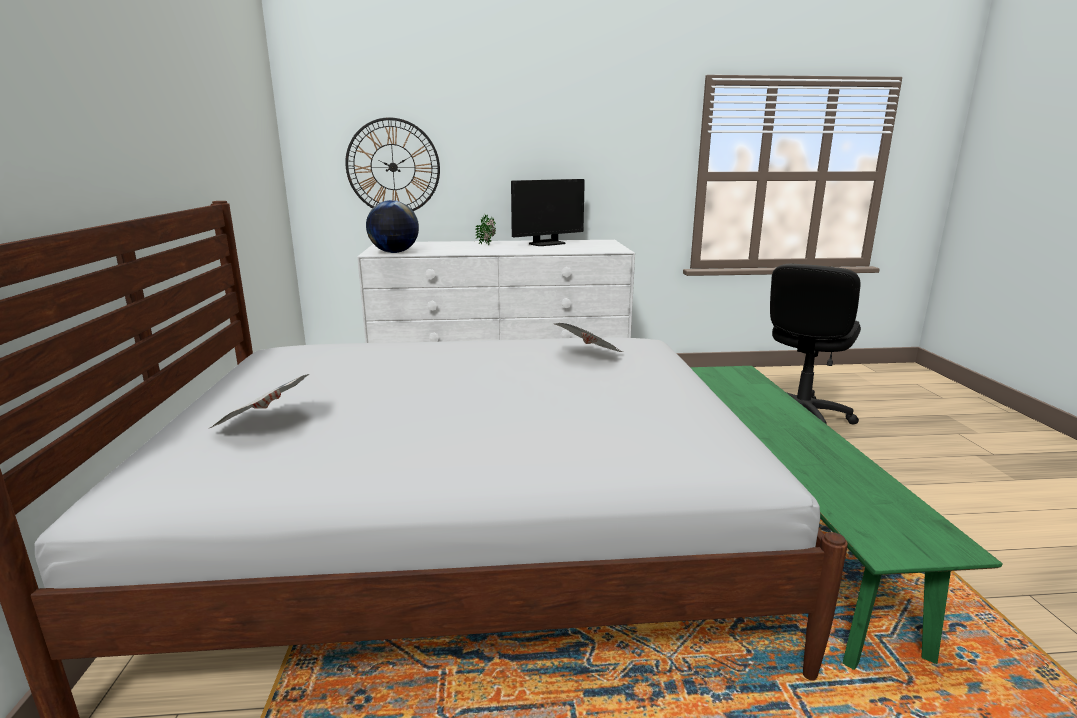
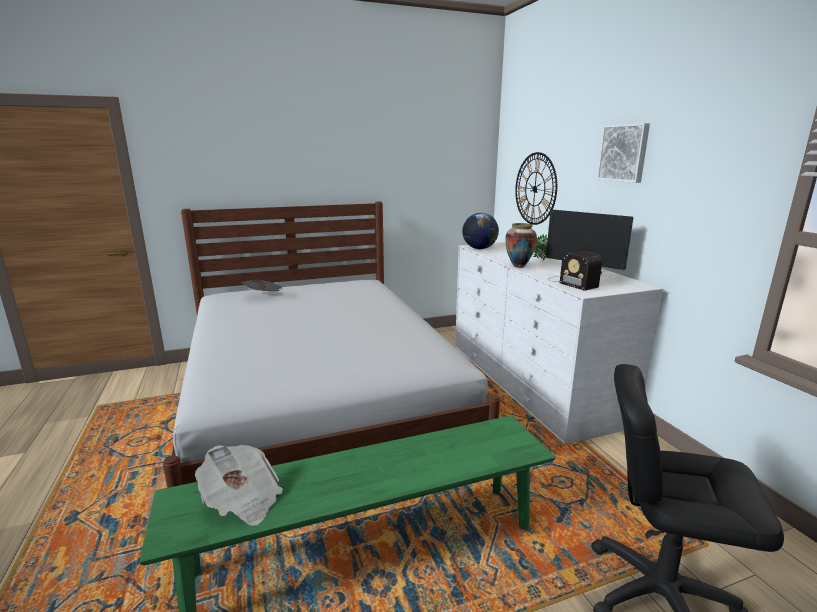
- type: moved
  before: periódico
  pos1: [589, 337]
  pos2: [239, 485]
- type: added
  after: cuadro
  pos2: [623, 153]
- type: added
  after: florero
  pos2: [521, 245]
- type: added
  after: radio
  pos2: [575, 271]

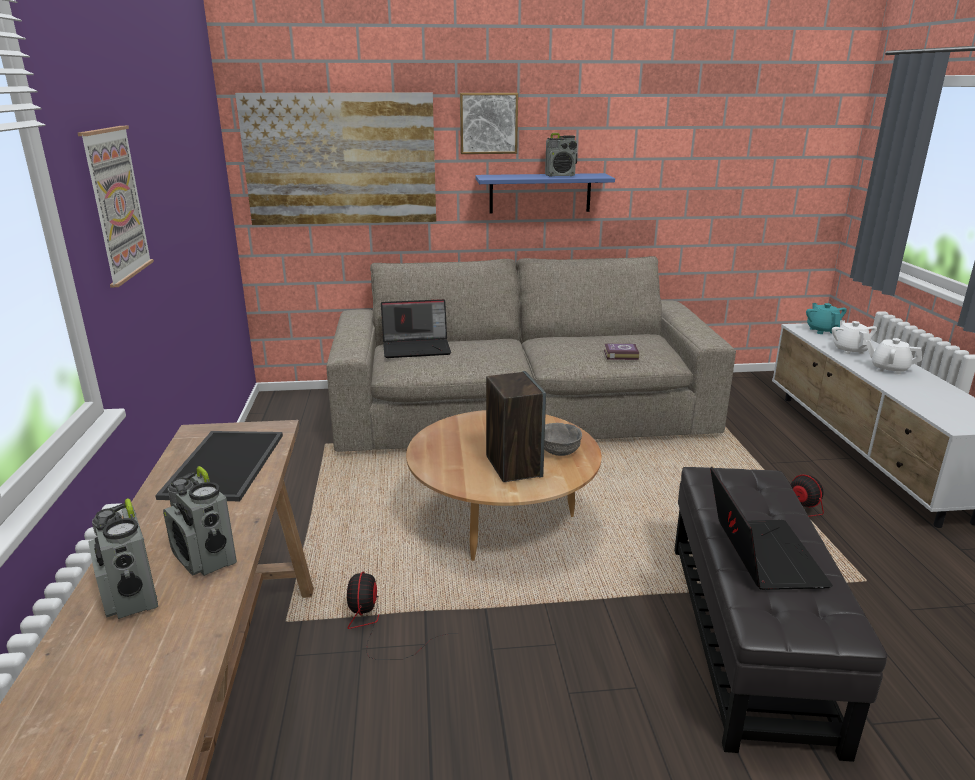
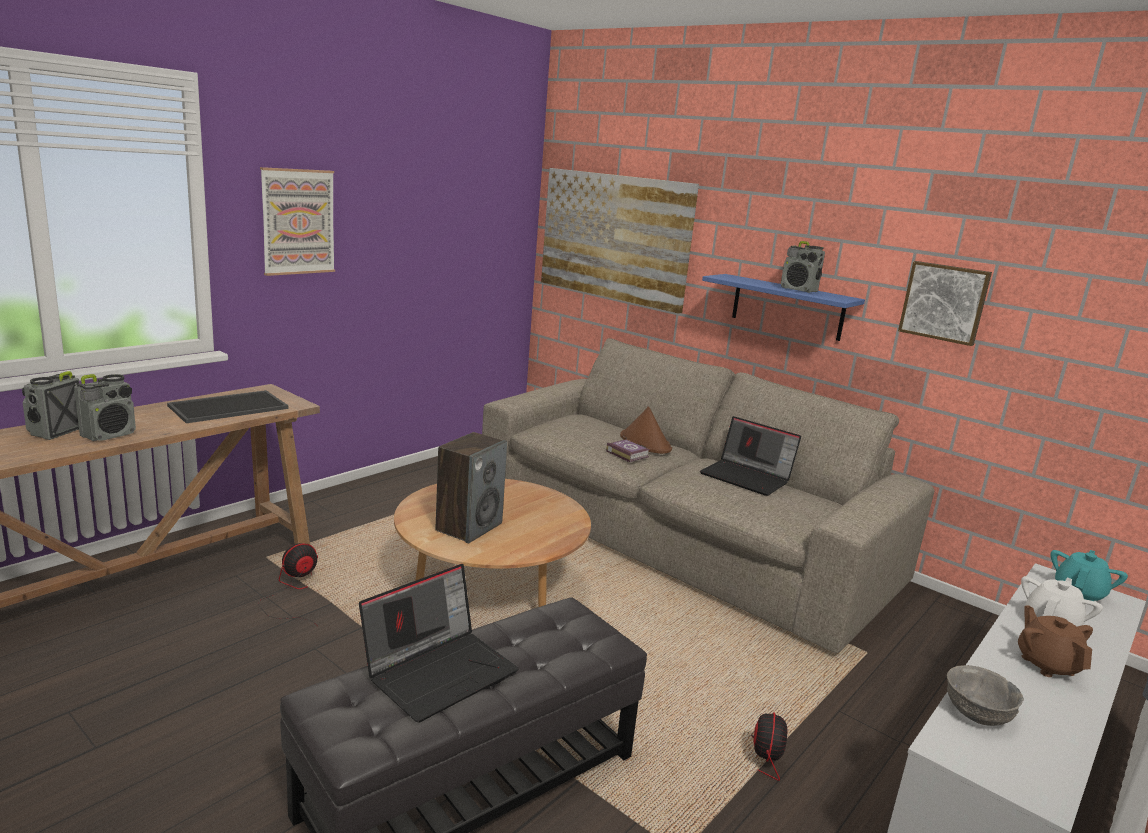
- type: moved
  before: cuadro
  pos1: [489, 123]
  pos2: [945, 303]
- type: moved
  before: portátil
  pos1: [416, 328]
  pos2: [750, 456]
- type: recoloured
  before: tetera [blanco]
  after: tetera [marrón]
  pos1: [894, 356]
  pos2: [1055, 641]
- type: moved
  before: libro
  pos1: [621, 352]
  pos2: [627, 450]
- type: moved
  before: cuenco [gris]
  pos1: [563, 439]
  pos2: [985, 695]
- type: turned
  before: radio
  pos1: [200, 521]
  pos2: [105, 407]
  turn: -150
- type: added
  after: sombrero [marrón]
  pos2: [646, 430]

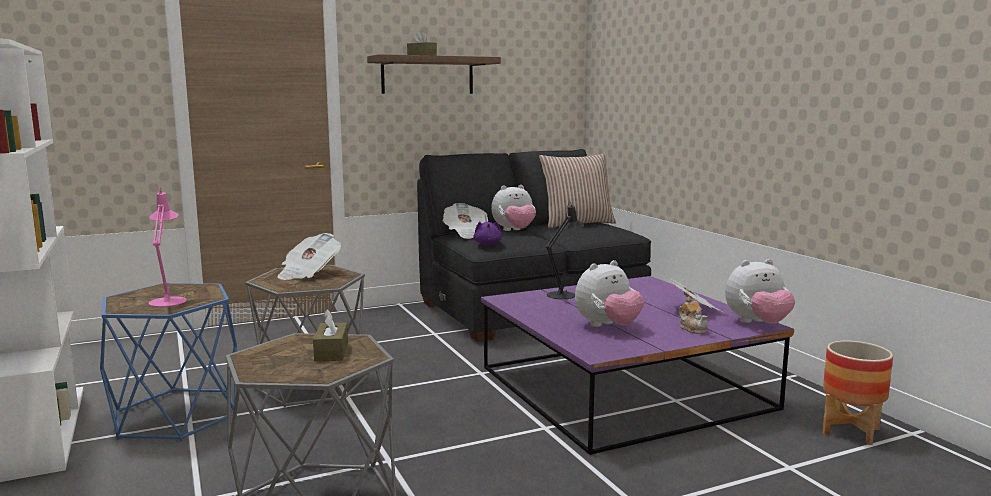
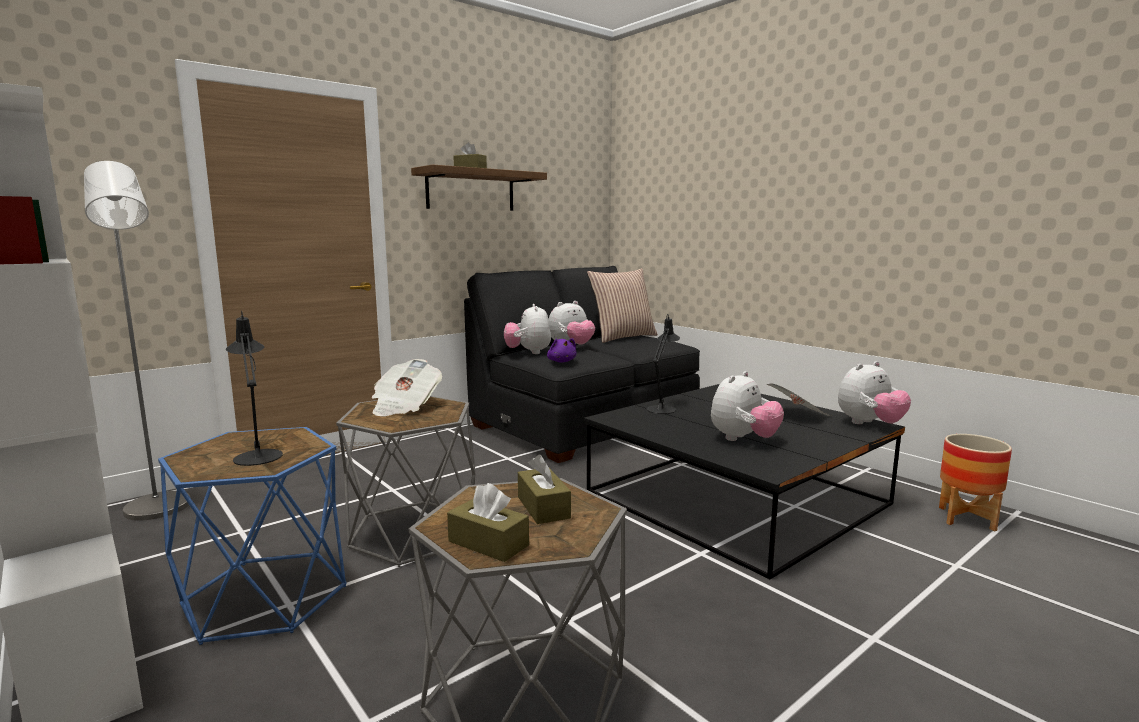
- type: recoloured
  before: lámpara de mesa [rosa]
  after: lámpara de mesa [negro]
  pos1: [168, 247]
  pos2: [254, 388]
- type: replaced
  before: periódico
  after: peluche
  pos1: [465, 221]
  pos2: [527, 329]
- type: recoloured
  before: mesa de centro [morado]
  after: mesa de centro [negro]
  pos1: [637, 365]
  pos2: [744, 481]
- type: removed
  before: tetera
  pos1: [693, 315]
- type: added
  after: lámpara de pie [gris]
  pos2: [137, 341]
- type: added
  after: caja de pañuelos [marrón]
  pos2: [488, 522]

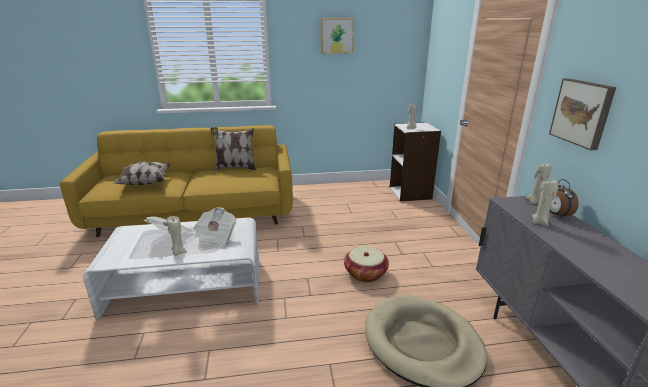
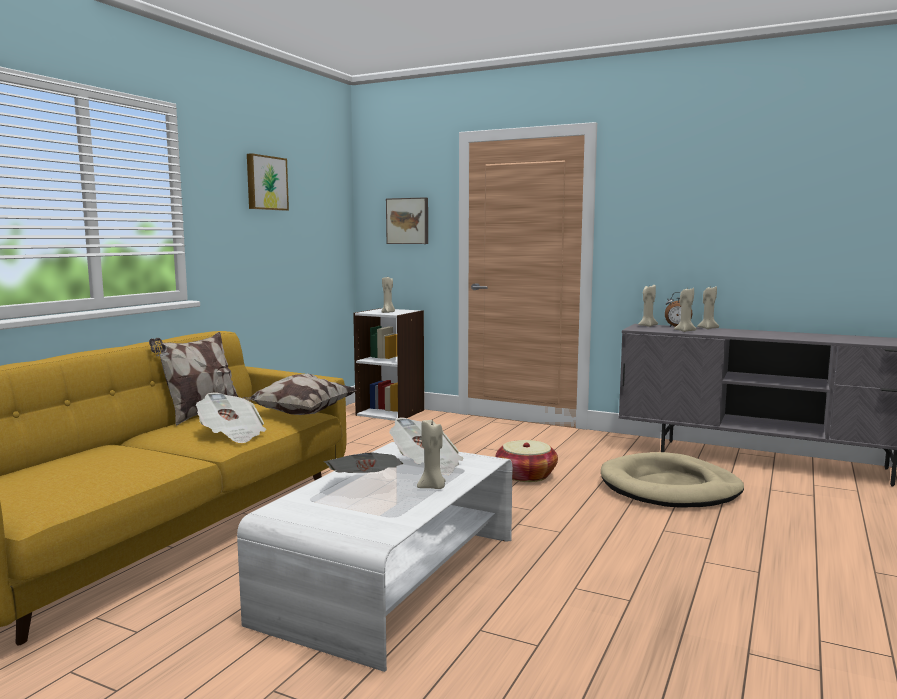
- type: moved
  before: cuadro
  pos1: [582, 114]
  pos2: [407, 220]
- type: moved
  before: cojín
  pos1: [141, 174]
  pos2: [299, 394]
- type: added
  after: vela [beis]
  pos2: [708, 307]
- type: added
  after: periódico
  pos2: [231, 418]

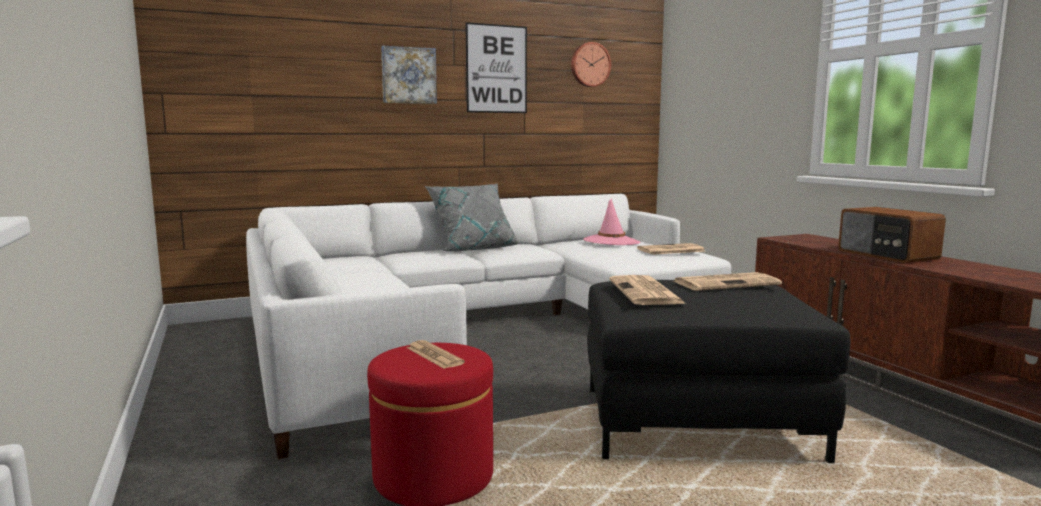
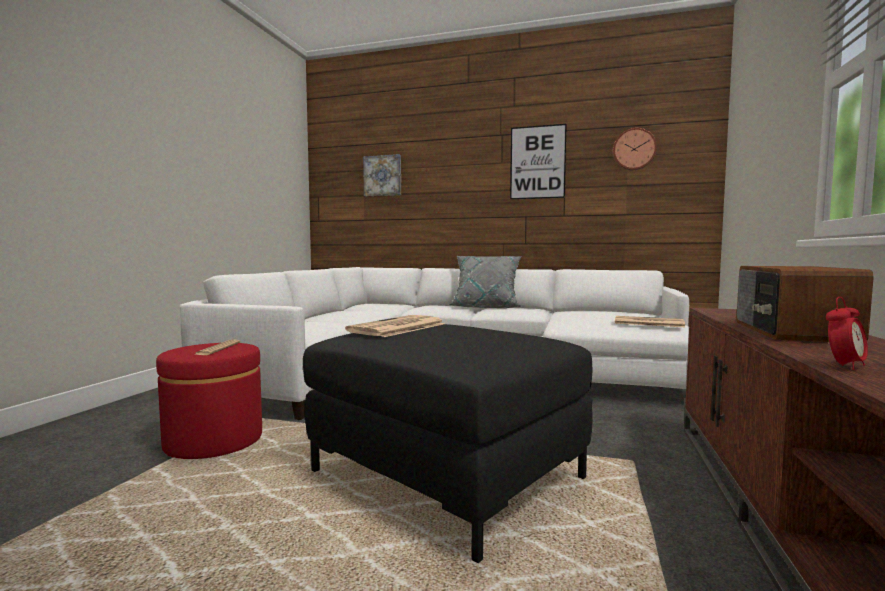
- type: moved
  before: cuadro
  pos1: [409, 75]
  pos2: [382, 175]
- type: removed
  before: sombrero [rosa]
  pos1: [611, 221]
- type: removed
  before: periódico
  pos1: [728, 281]
- type: added
  after: despertador
  pos2: [847, 333]

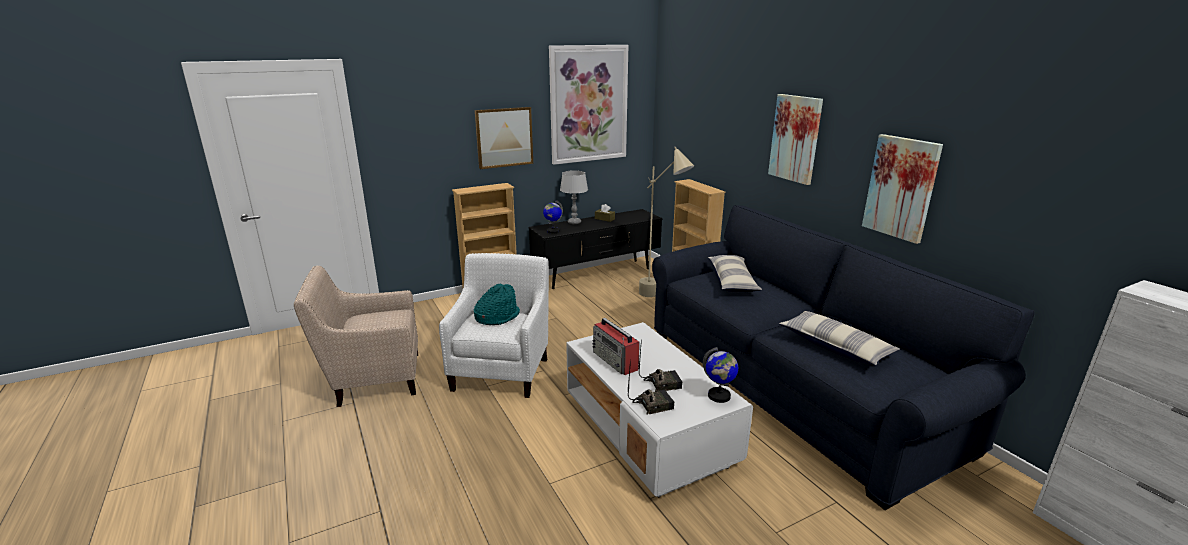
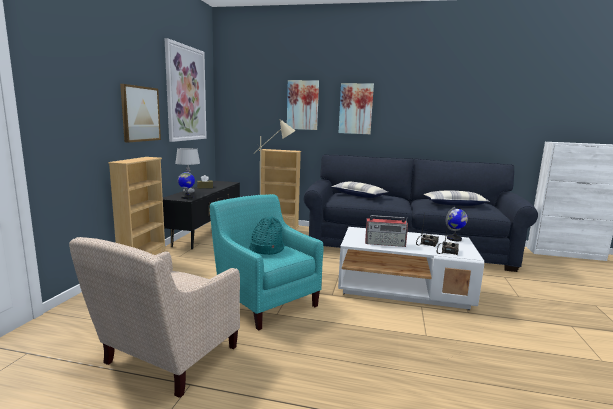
- type: moved
  before: cuadro
  pos1: [902, 189]
  pos2: [303, 105]
- type: recoloured
  before: sillón [blanco]
  after: sillón [turquesa]
  pos1: [494, 325]
  pos2: [266, 262]

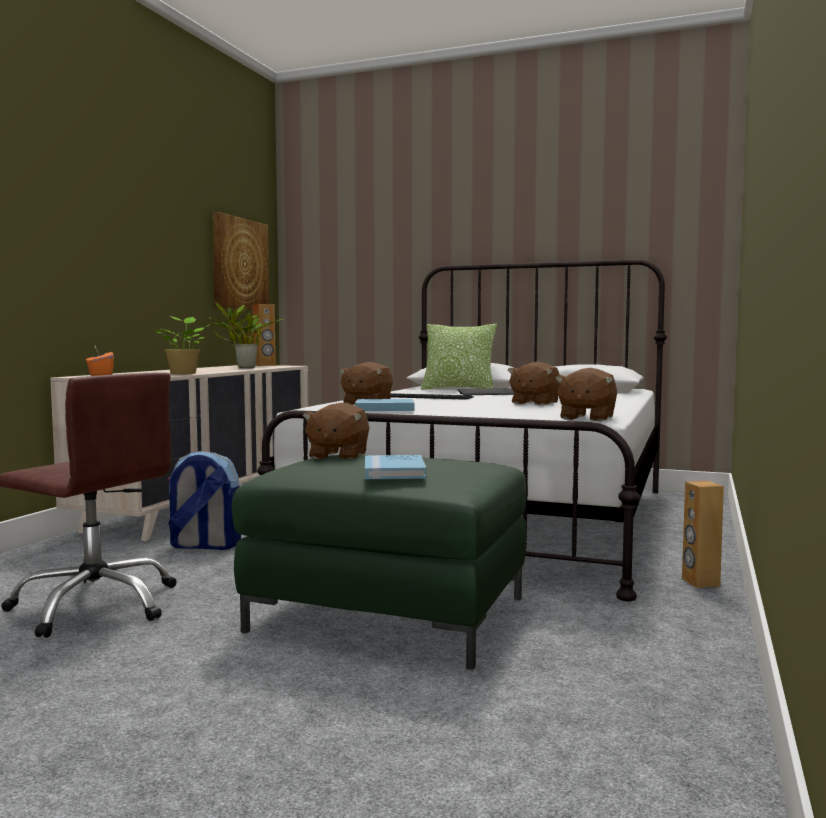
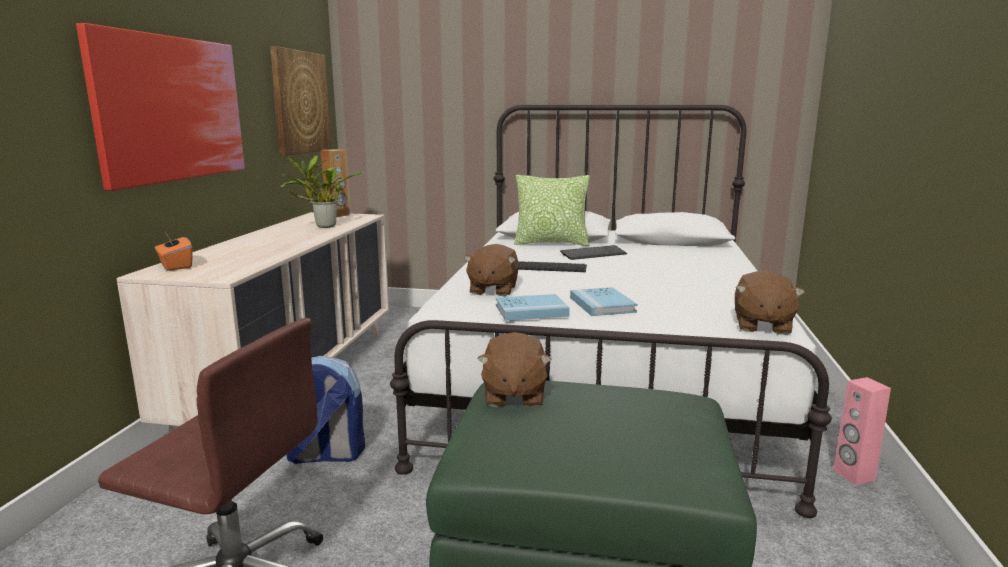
- type: removed
  before: planta en maceta
  pos1: [180, 345]
- type: removed
  before: peluche [marrón]
  pos1: [534, 383]
- type: moved
  before: libro [azul]
  pos1: [396, 467]
  pos2: [603, 301]
- type: recoloured
  before: altavoz [marrón]
  after: altavoz [rosa]
  pos1: [703, 534]
  pos2: [862, 431]
- type: added
  after: cuadro
  pos2: [160, 107]

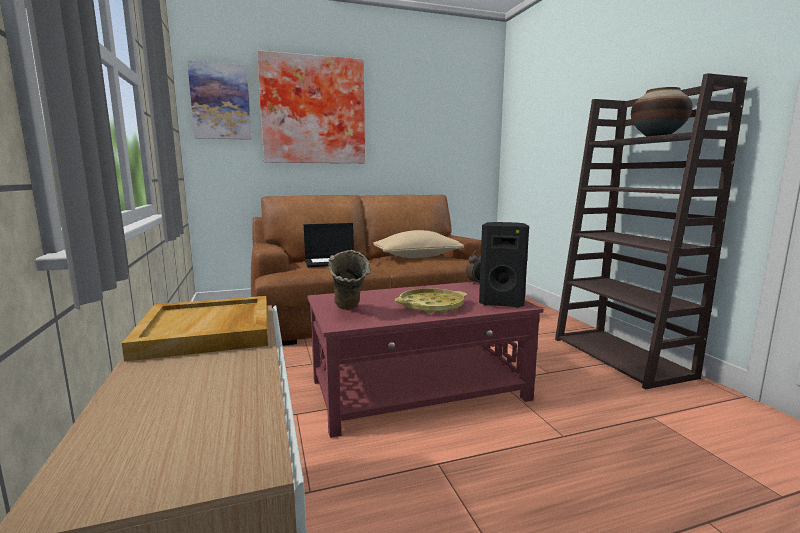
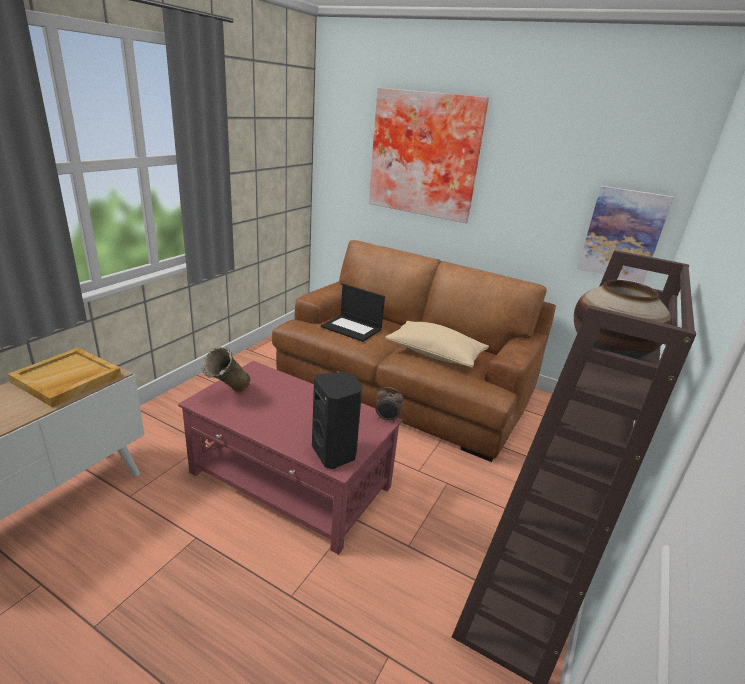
- type: moved
  before: cuadro
  pos1: [219, 100]
  pos2: [625, 234]
- type: removed
  before: bandeja [amarillo]
  pos1: [431, 300]

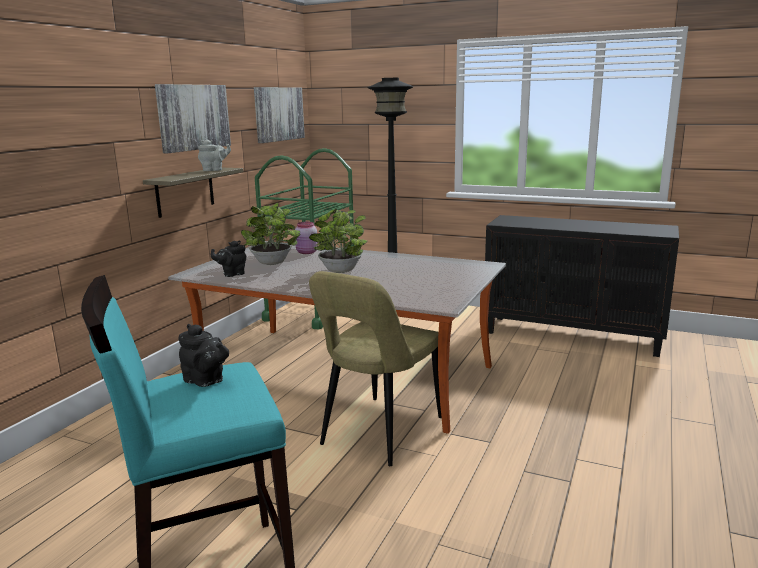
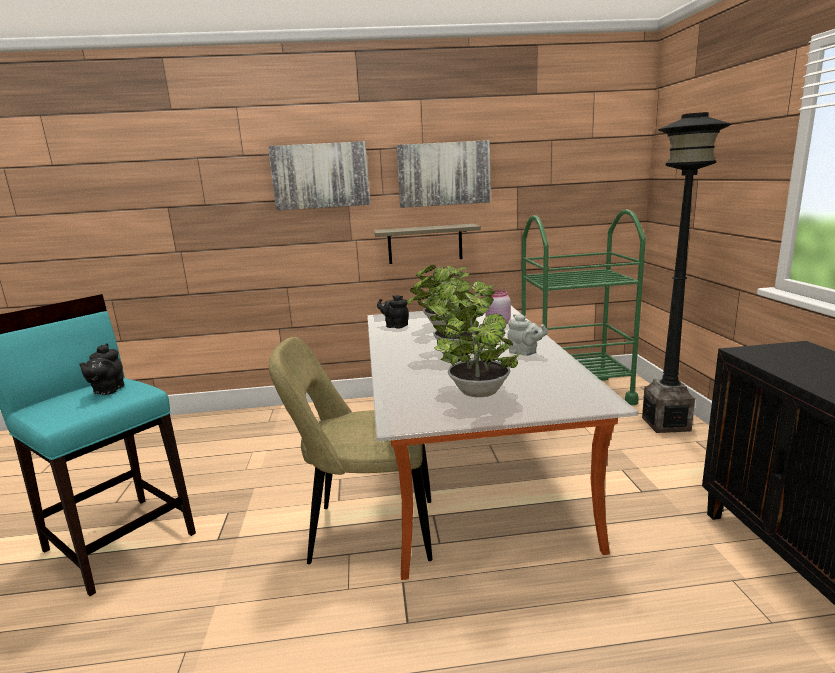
- type: moved
  before: cuadro
  pos1: [279, 115]
  pos2: [319, 175]
- type: moved
  before: tetera [gris]
  pos1: [214, 155]
  pos2: [527, 335]
- type: added
  after: planta en maceta
  pos2: [477, 344]

